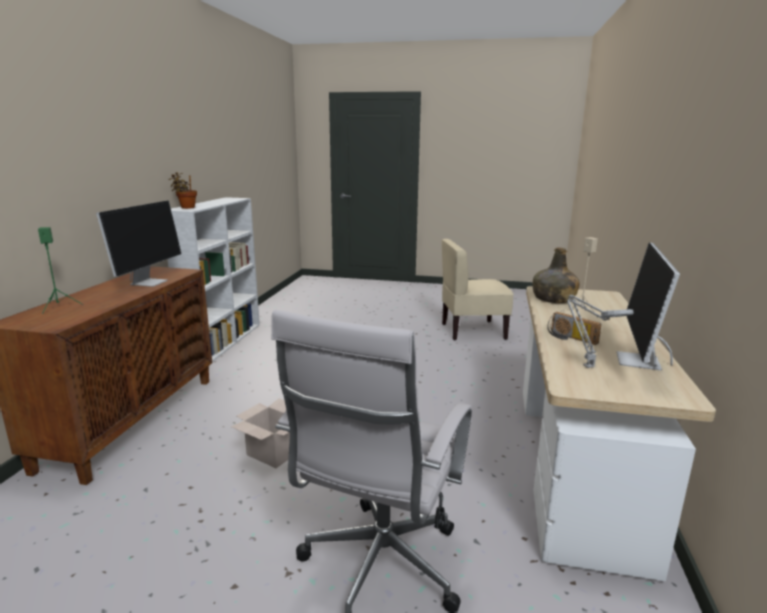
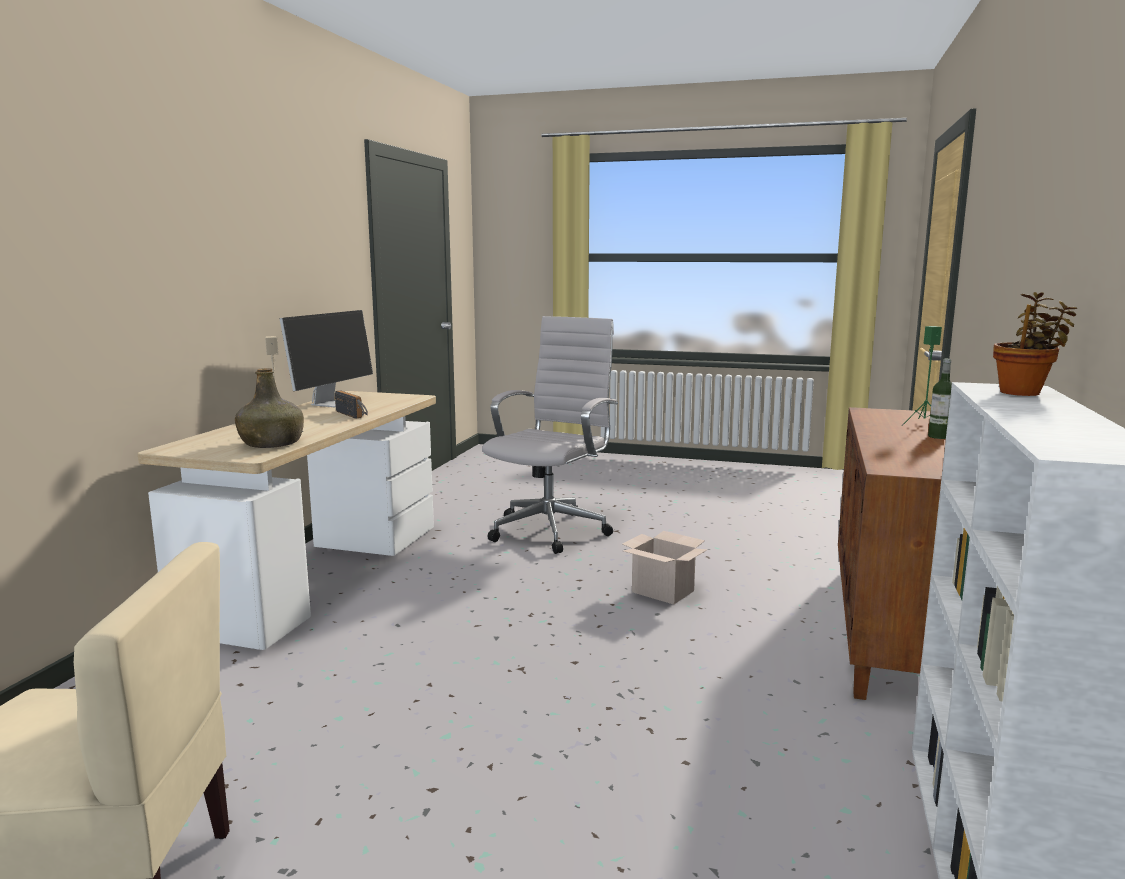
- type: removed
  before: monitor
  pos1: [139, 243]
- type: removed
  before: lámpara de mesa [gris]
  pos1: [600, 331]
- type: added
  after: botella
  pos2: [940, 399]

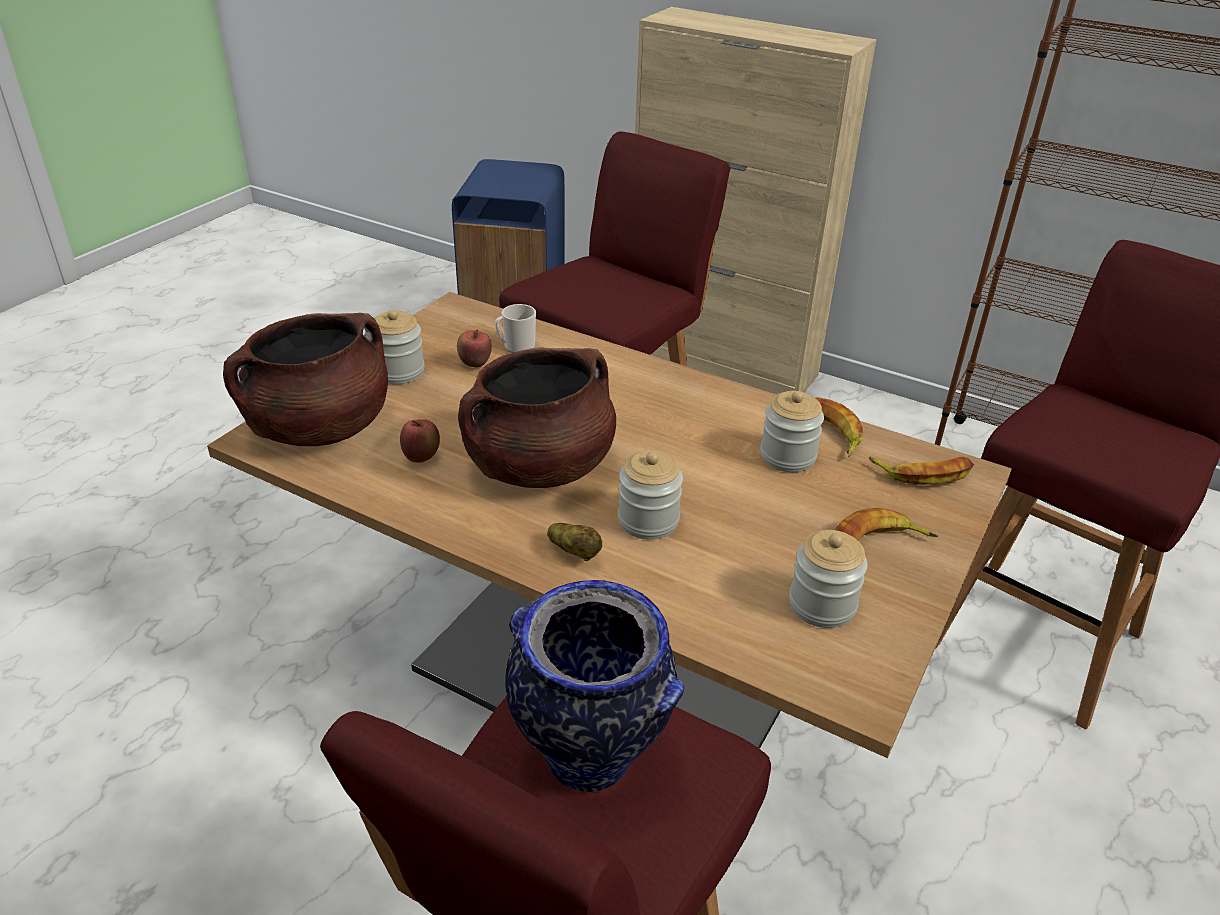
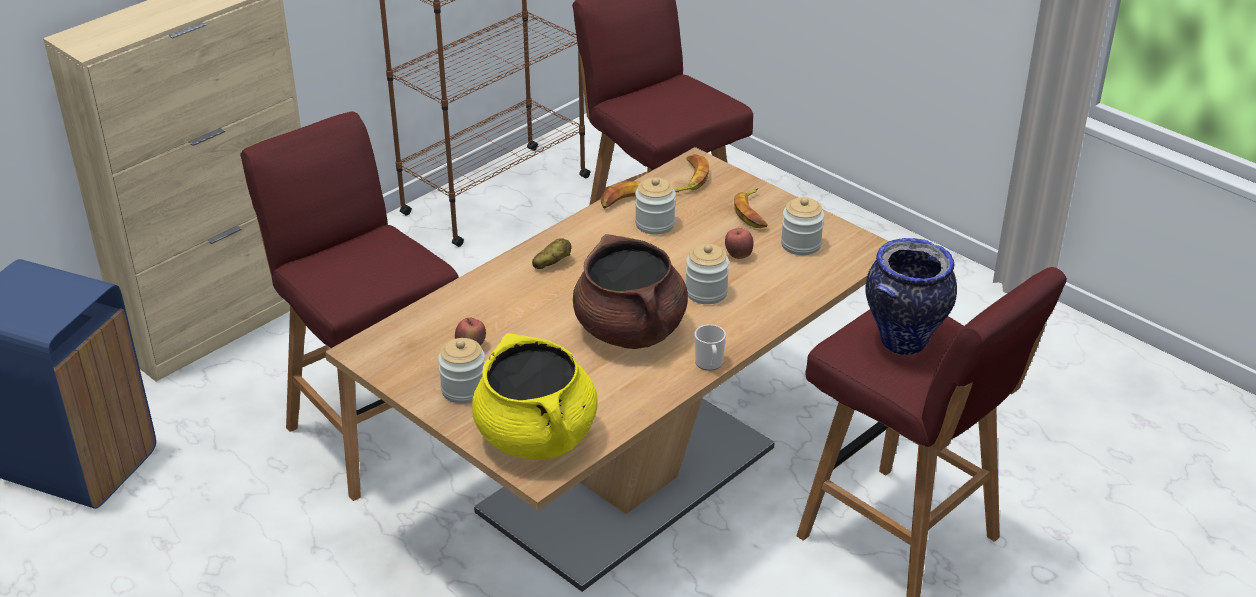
- type: moved
  before: taza grande
  pos1: [515, 328]
  pos2: [710, 347]
- type: recoloured
  before: olla [marrón]
  after: olla [amarillo]
  pos1: [305, 379]
  pos2: [534, 396]
- type: moved
  before: manzana
  pos1: [420, 441]
  pos2: [739, 243]
- type: moved
  before: patata
  pos1: [574, 542]
  pos2: [551, 253]

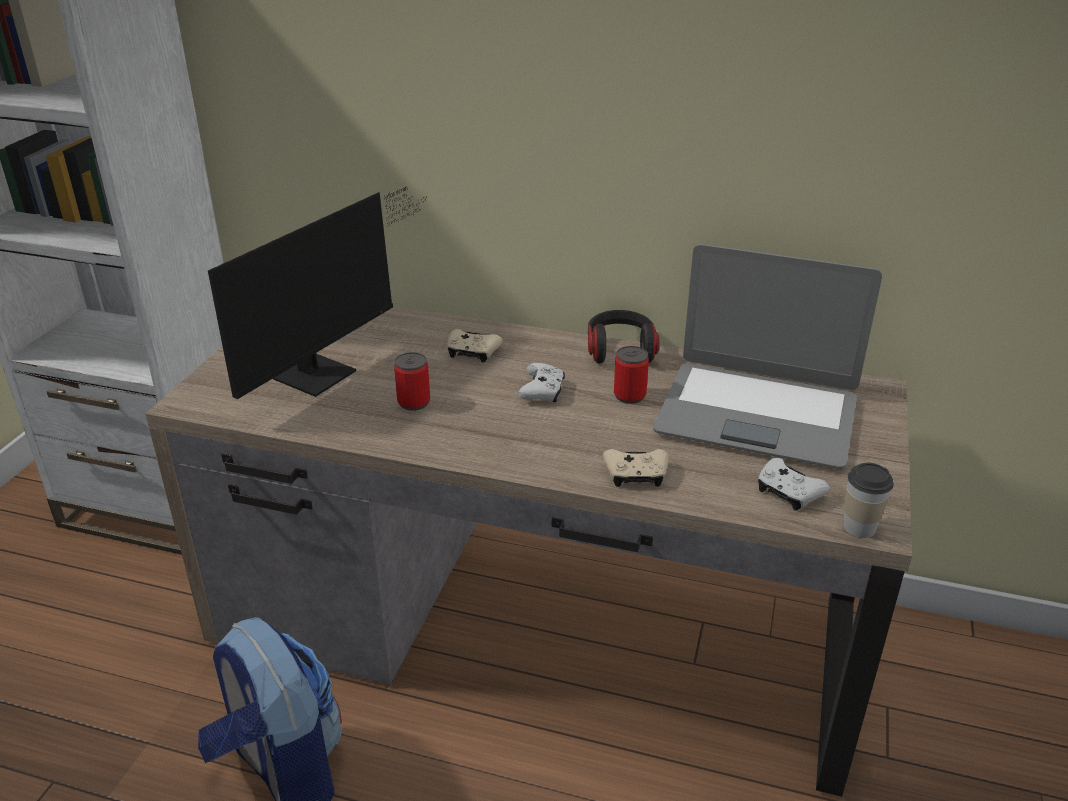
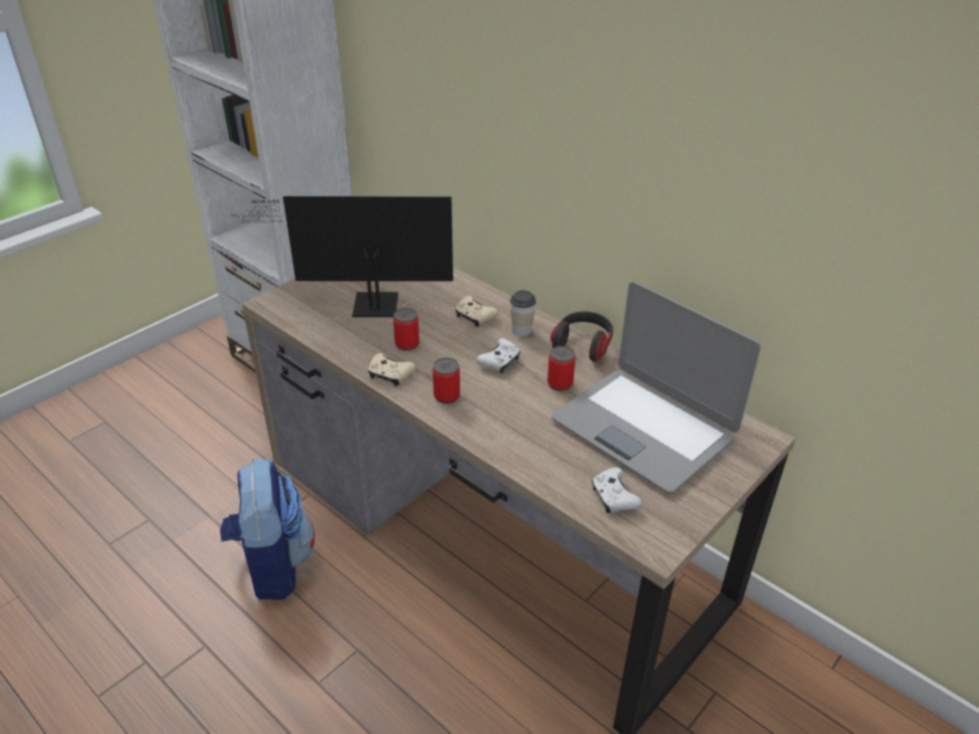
- type: turned
  before: monitor
  pos1: [317, 292]
  pos2: [342, 256]
  turn: -150
- type: moved
  before: mando de consola [beis]
  pos1: [636, 468]
  pos2: [392, 369]
- type: moved
  before: taza
  pos1: [868, 500]
  pos2: [523, 313]
- type: added
  after: lata
  pos2: [446, 381]

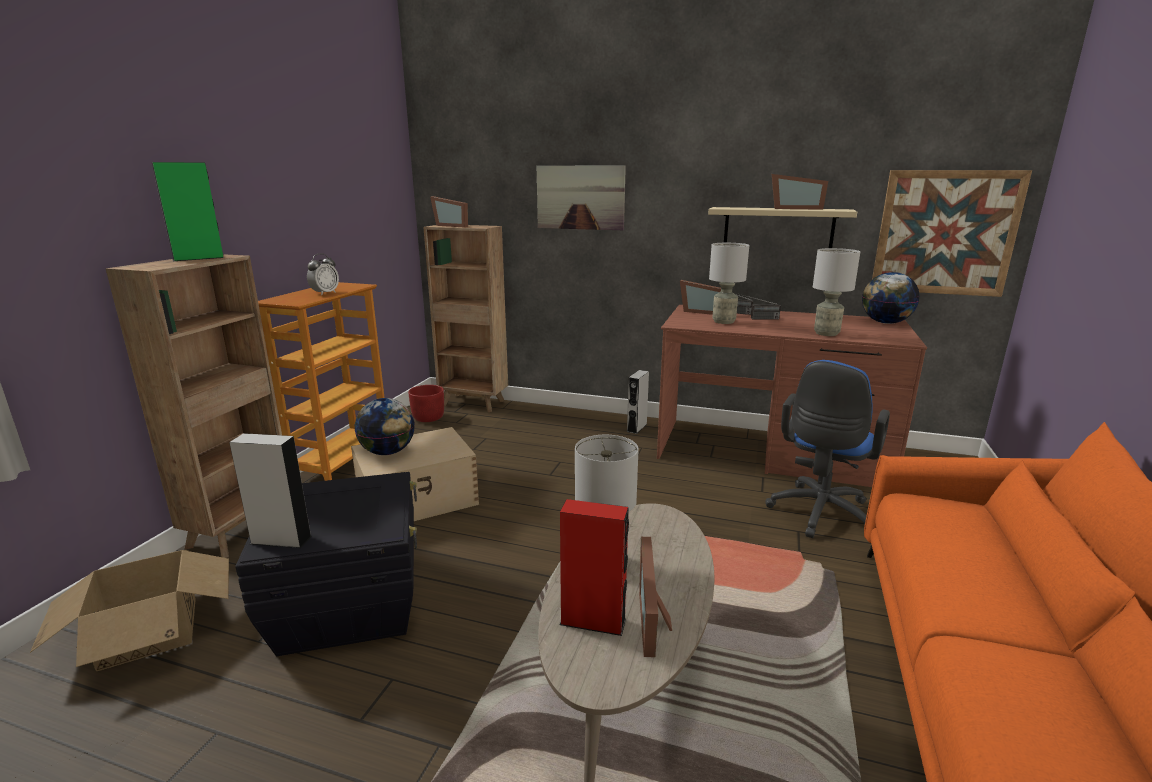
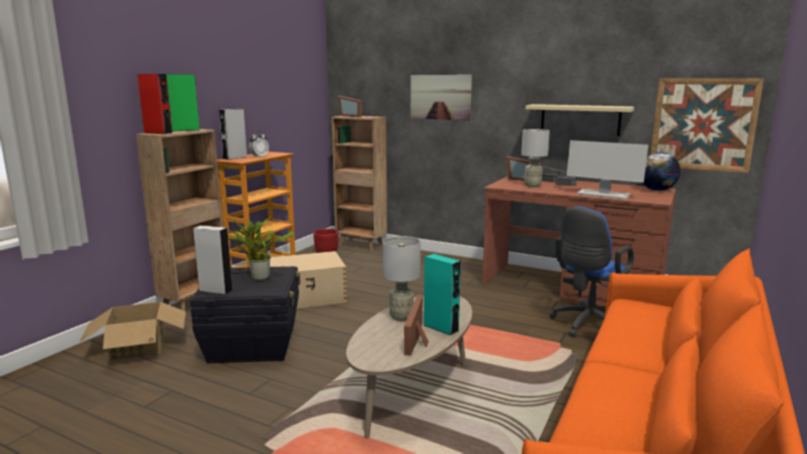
- type: removed
  before: portarretratos
  pos1: [800, 192]
- type: replaced
  before: lámpara de mesa [gris]
  after: monitor
  pos1: [836, 292]
  pos2: [607, 170]
- type: moved
  before: altavoz [gris]
  pos1: [638, 402]
  pos2: [233, 134]
- type: removed
  before: globo terráqueo
  pos1: [384, 426]
- type: moved
  before: altavoz [rojo]
  pos1: [594, 567]
  pos2: [154, 104]
- type: added
  after: planta en maceta
  pos2: [261, 249]
- type: added
  after: altavoz [turquesa]
  pos2: [442, 295]

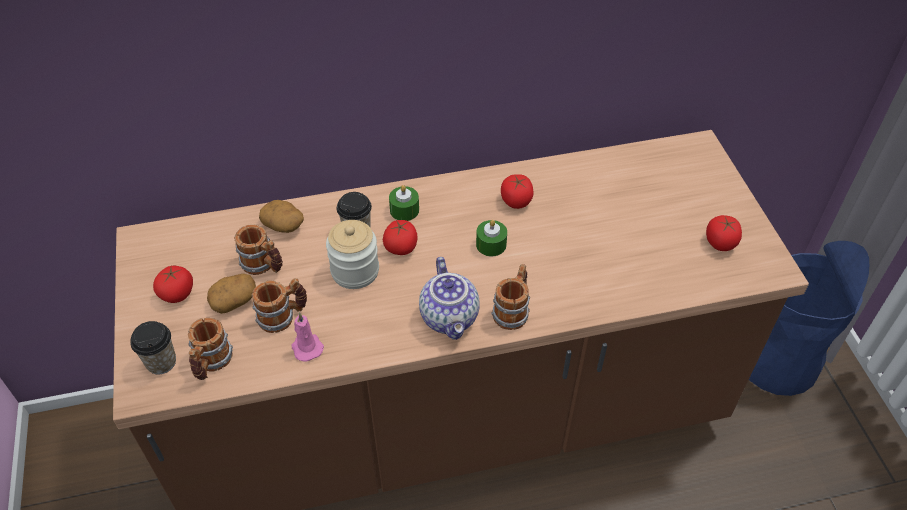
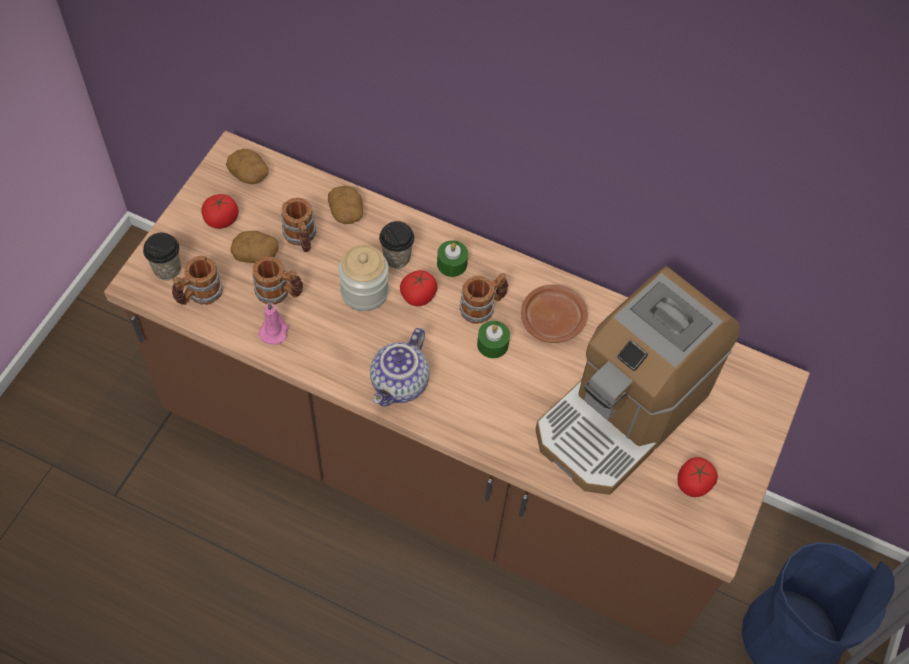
- type: replaced
  before: tomate
  after: plato [marrón]
  pos1: [517, 191]
  pos2: [554, 314]
- type: moved
  before: taza grande
  pos1: [511, 297]
  pos2: [484, 298]
- type: added
  after: patata
  pos2: [247, 166]
- type: added
  after: cafetera
  pos2: [637, 380]

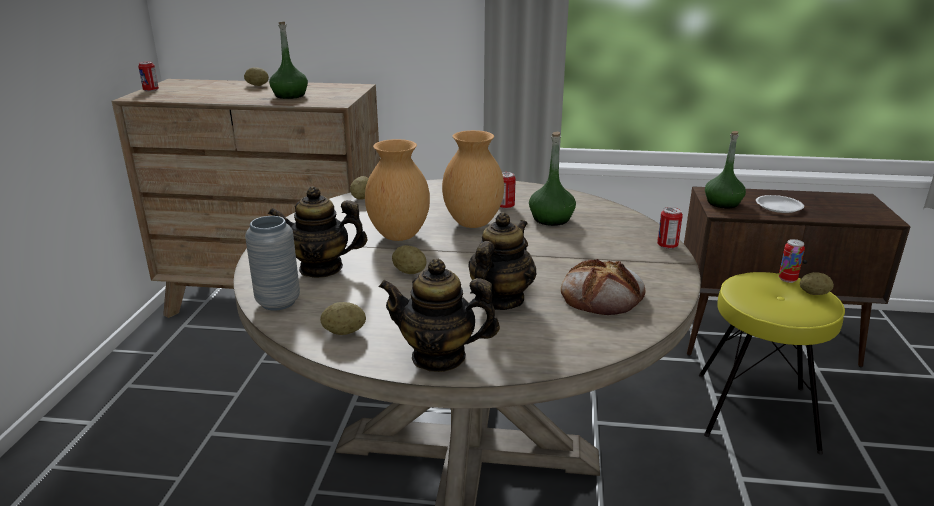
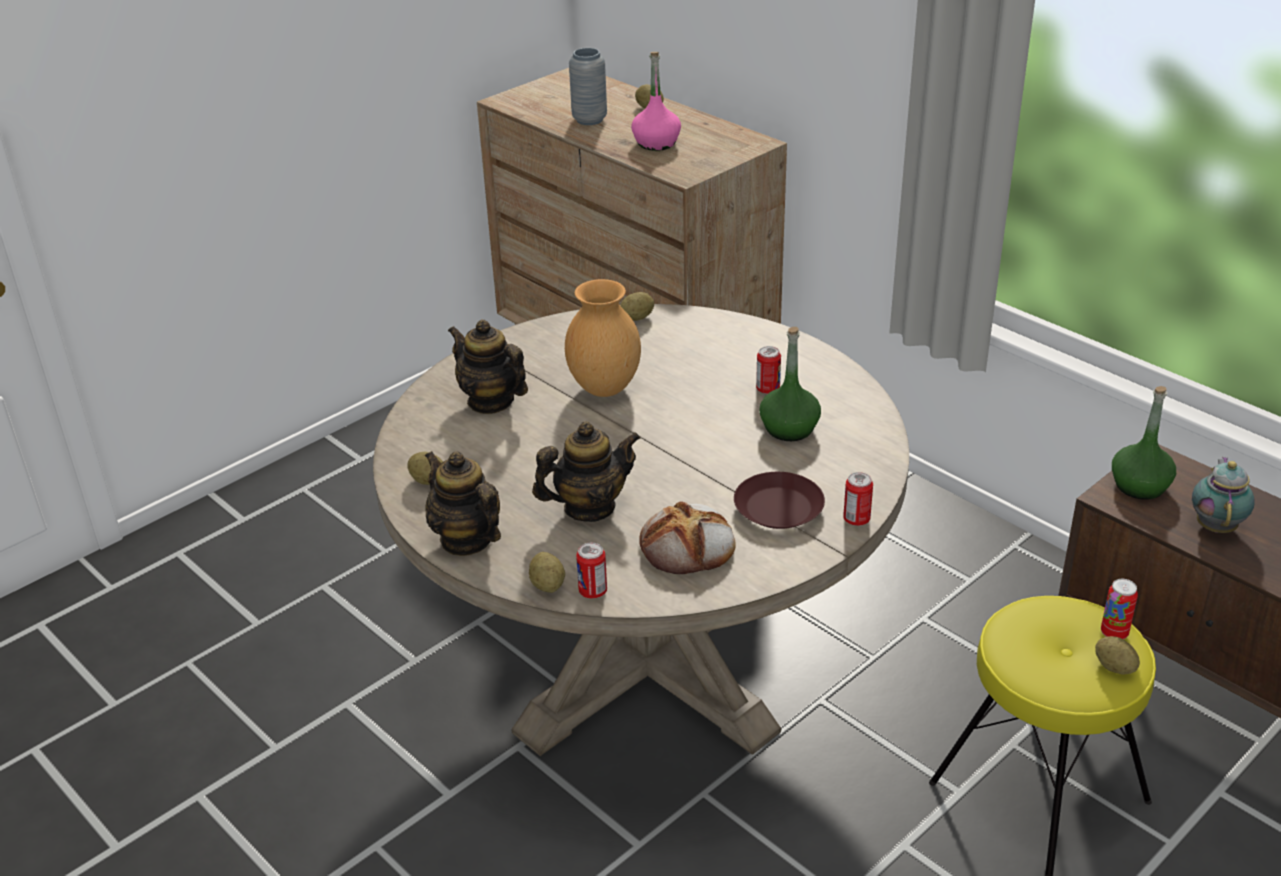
- type: recoloured
  before: botella [verde]
  after: botella [rosa]
  pos1: [288, 60]
  pos2: [656, 101]
- type: moved
  before: lata
  pos1: [148, 76]
  pos2: [591, 570]
- type: removed
  before: florero [marrón]
  pos1: [473, 179]
- type: replaced
  before: plato [blanco]
  after: tetera
  pos1: [780, 204]
  pos2: [1223, 495]
- type: moved
  before: florero [gris]
  pos1: [272, 263]
  pos2: [588, 86]
- type: moved
  before: patata
  pos1: [409, 259]
  pos2: [547, 572]
- type: added
  after: plato [marrón]
  pos2: [779, 500]

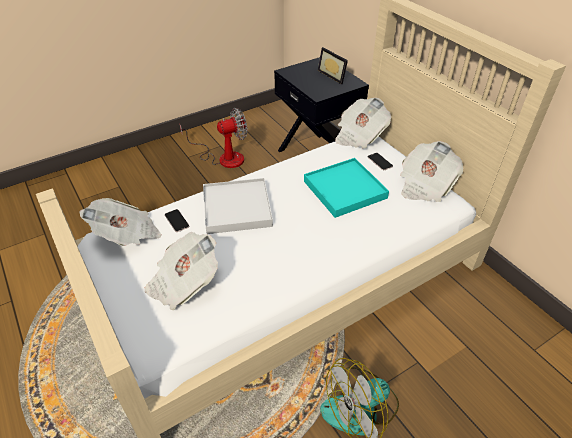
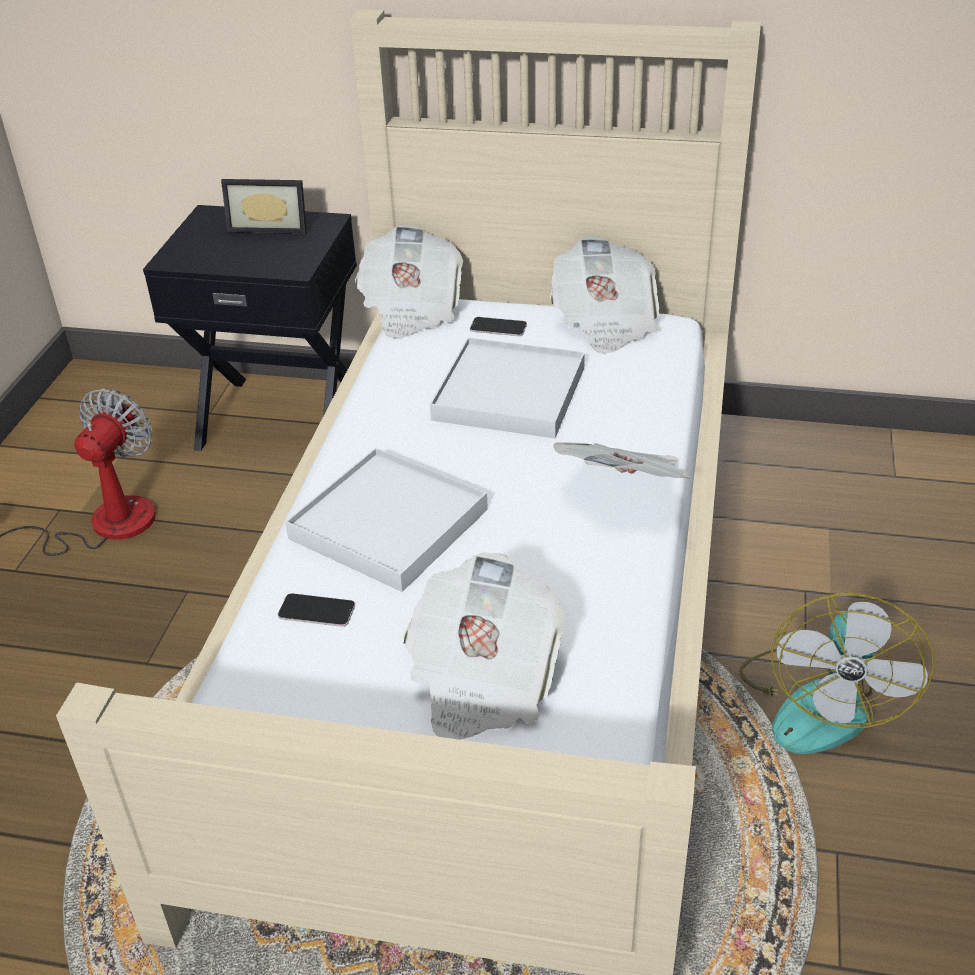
- type: recoloured
  before: bandeja [turquesa]
  after: bandeja [blanco]
  pos1: [346, 188]
  pos2: [507, 388]
- type: moved
  before: periódico
  pos1: [121, 222]
  pos2: [621, 460]

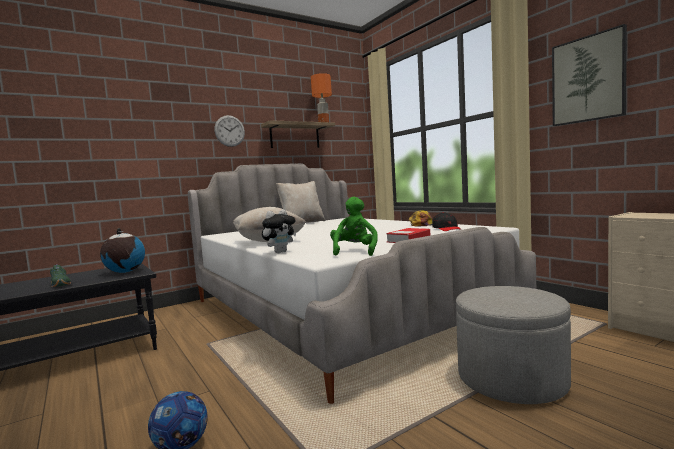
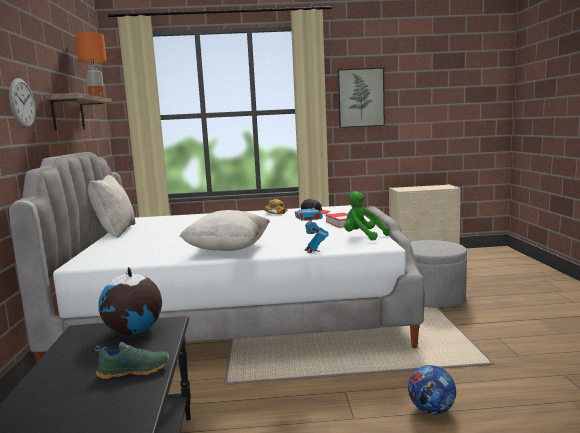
- type: replaced
  before: peluche
  after: robot de juguete
  pos1: [279, 231]
  pos2: [312, 226]

